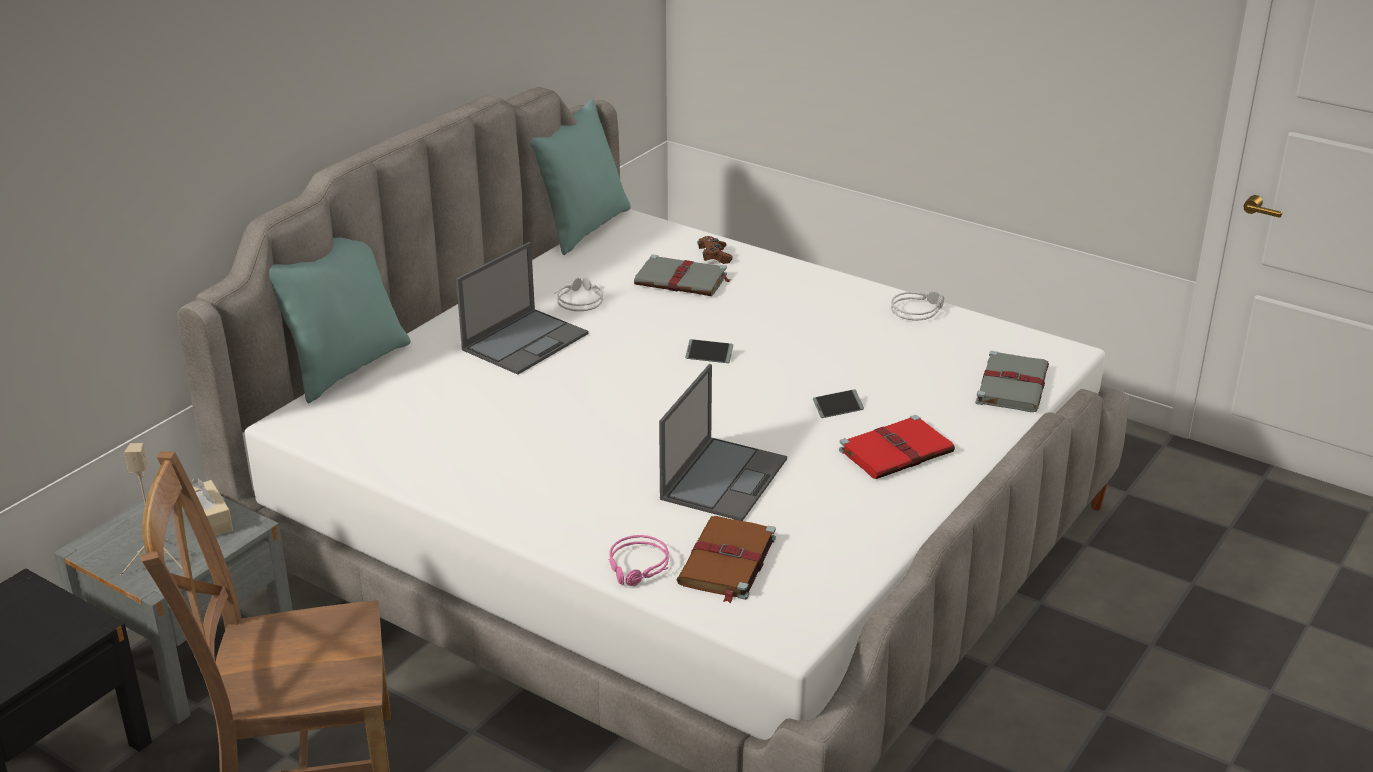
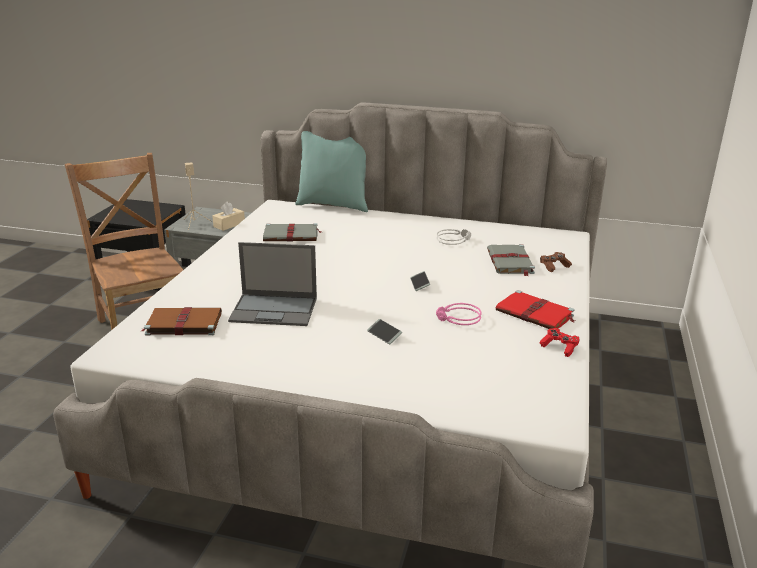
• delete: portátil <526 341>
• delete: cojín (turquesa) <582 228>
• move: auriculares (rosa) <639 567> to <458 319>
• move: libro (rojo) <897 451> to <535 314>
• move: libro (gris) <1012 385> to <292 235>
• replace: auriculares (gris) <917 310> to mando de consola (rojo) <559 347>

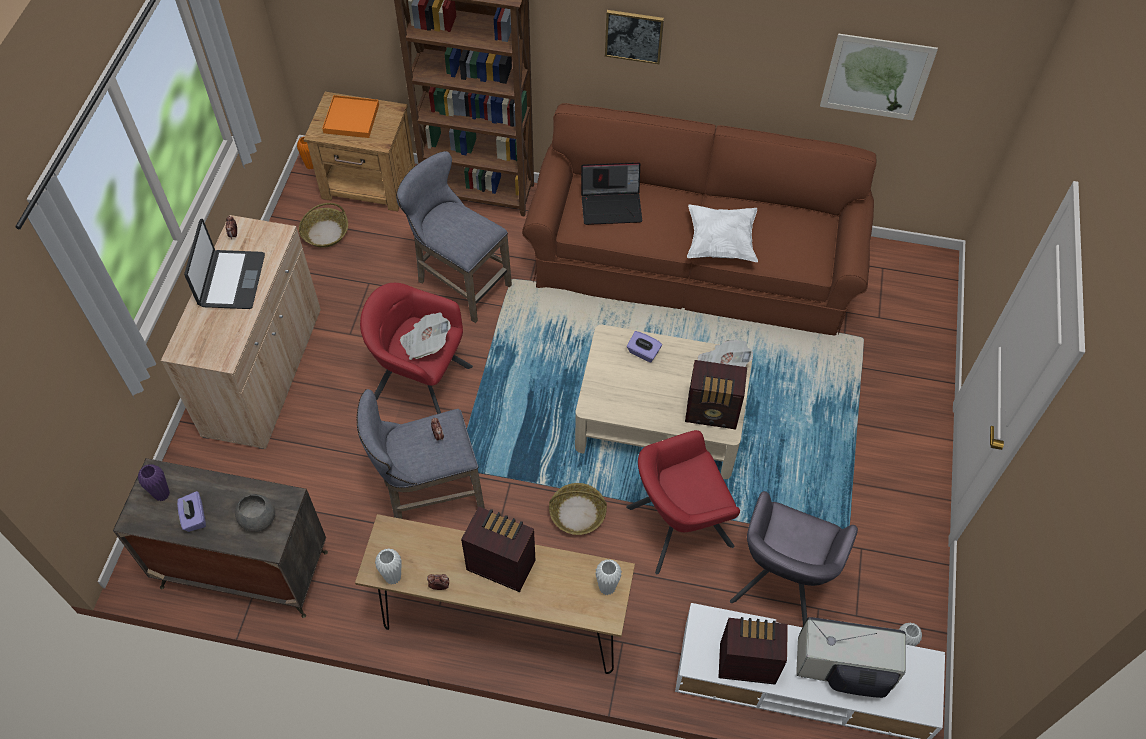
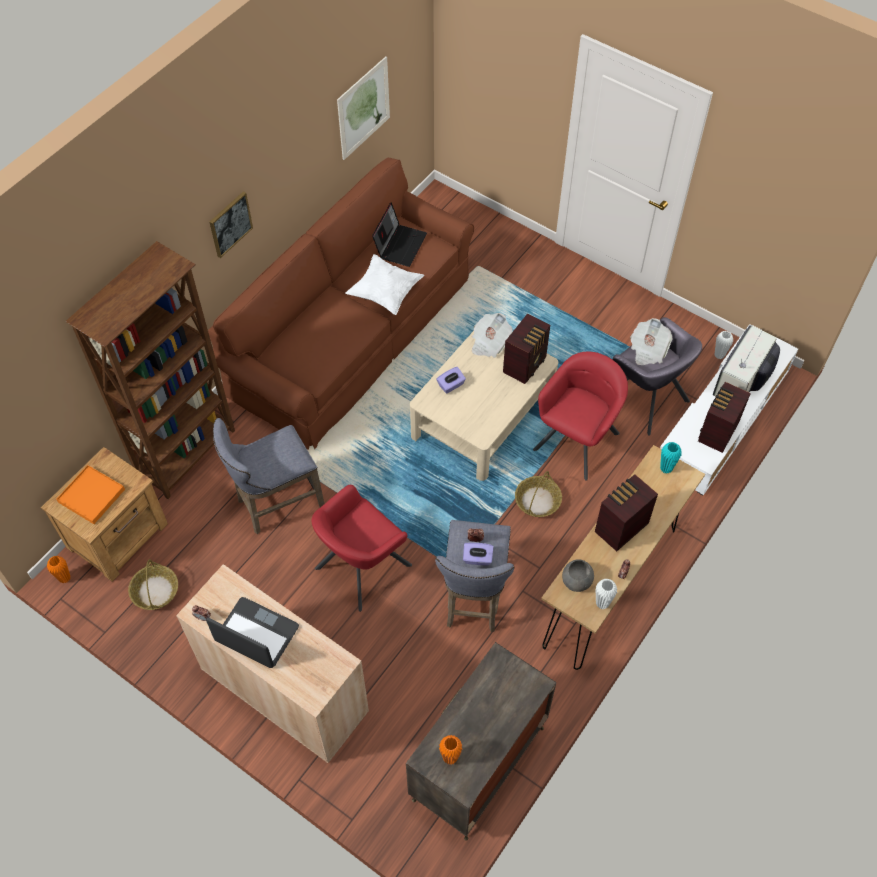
• move: caja de pañuelos (morado) <194 517> to <477 559>
• move: cuenco (gris) <257 518> to <576 581>
• move: periódico <425 344> to <648 350>
• move: portátil <612 205> to <400 244>
• recolor: florero (morado) <162 494> to florero (naranja) <450 758>
• recolor: florero (blanco) <607 588> to florero (turquesa) <666 468>
• rotate: sillón (rojo) <678 526> = <577 441> 150 degrees counterclockwise

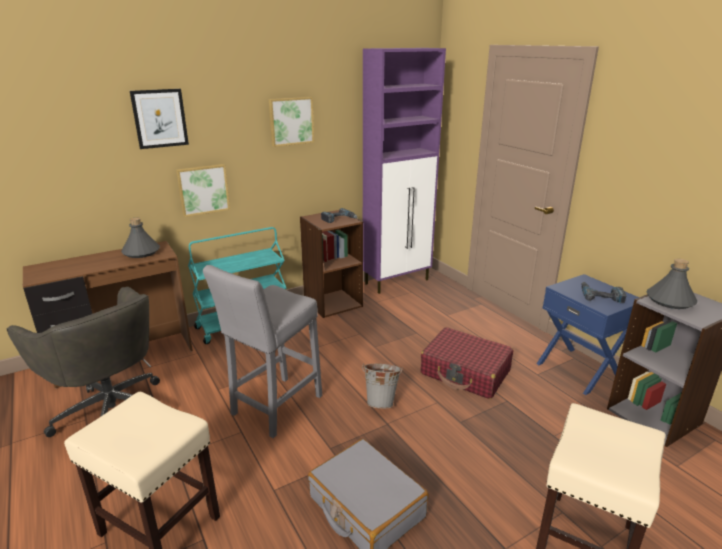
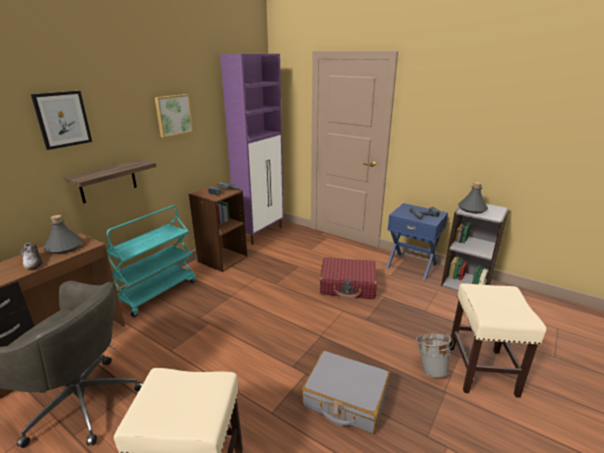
• delete: taburete (gris) <274 408>
• insert: zapato <33 262>
• move: cubo (gris) <381 402> to <430 368>
• replace: cuadro <203 189> to estante <108 181>

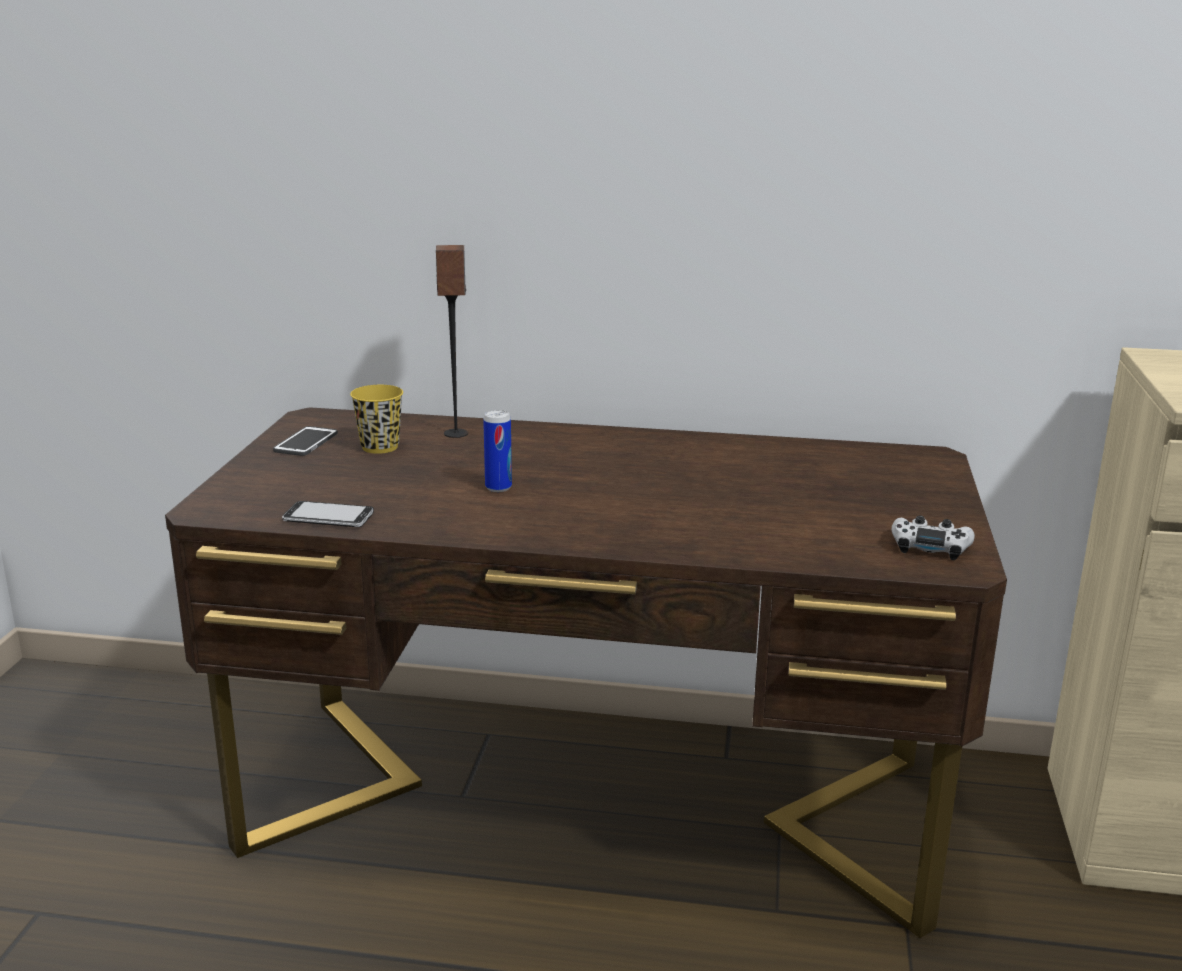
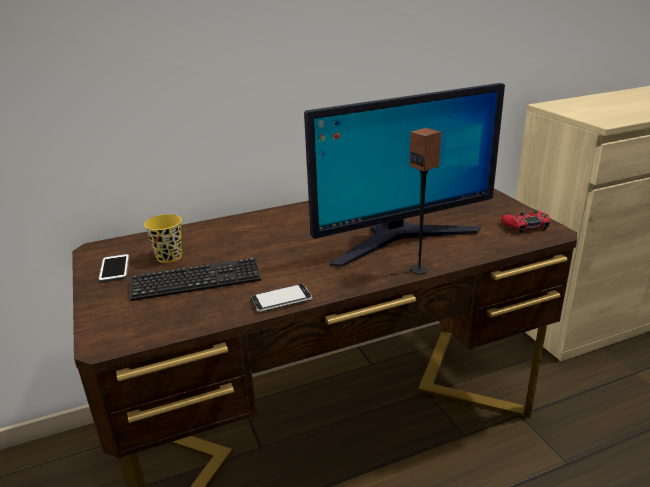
• delete: lata <498 487>
• insert: teclado <196 281>
• insert: monitor <400 239>
• move: móvil <328 518> to <281 300>
• move: altavoz <456 433> to <419 269>
• recolor: mando de consola (blanco) <930 546> to mando de consola (rojo) <525 226>

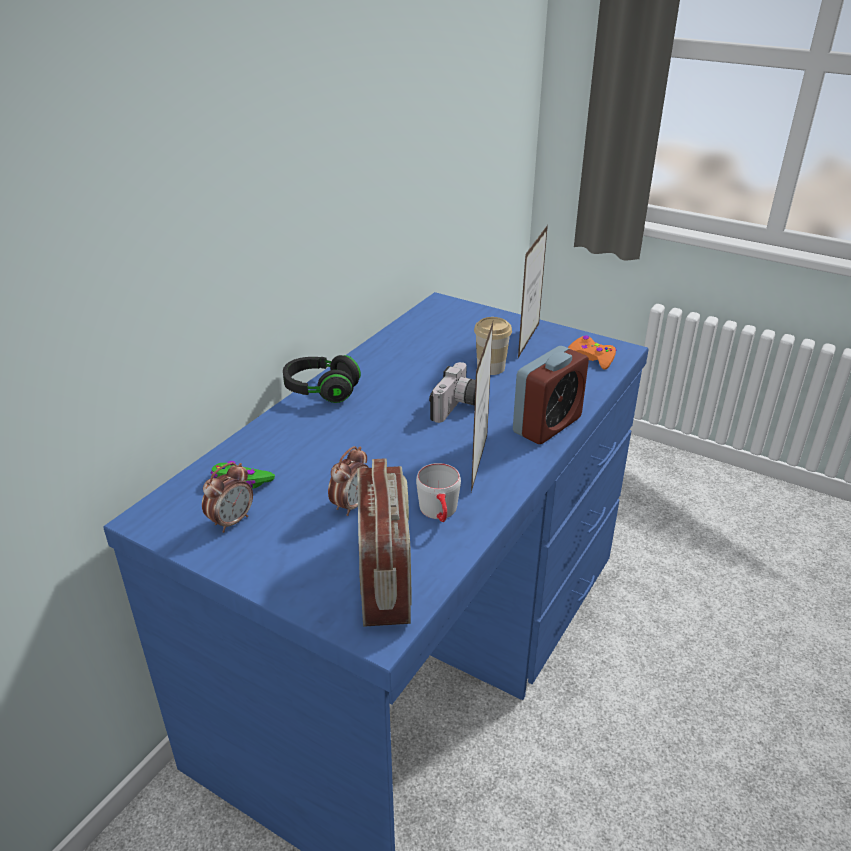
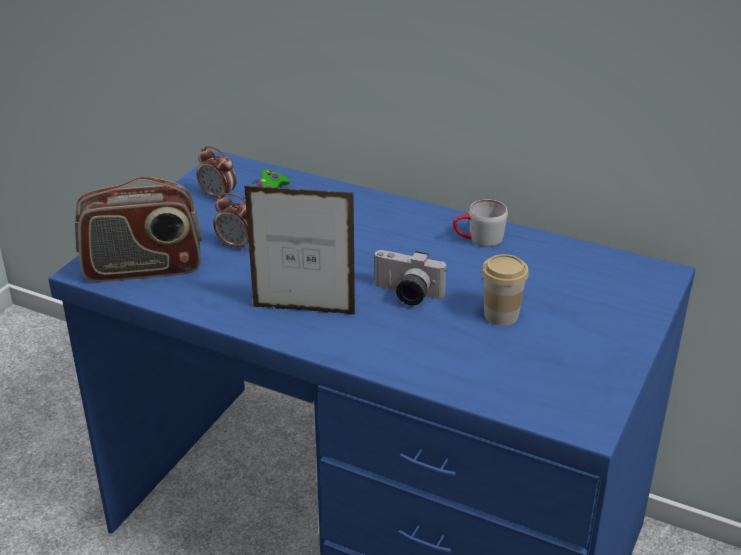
• delete: auriculares (negro) <321 391>
• delete: despertador <547 425>
• delete: portarretratos <528 340>
• delete: mando de consola (naranja) <591 358>
• move: taza grande (gris) <440 513> to <478 239>

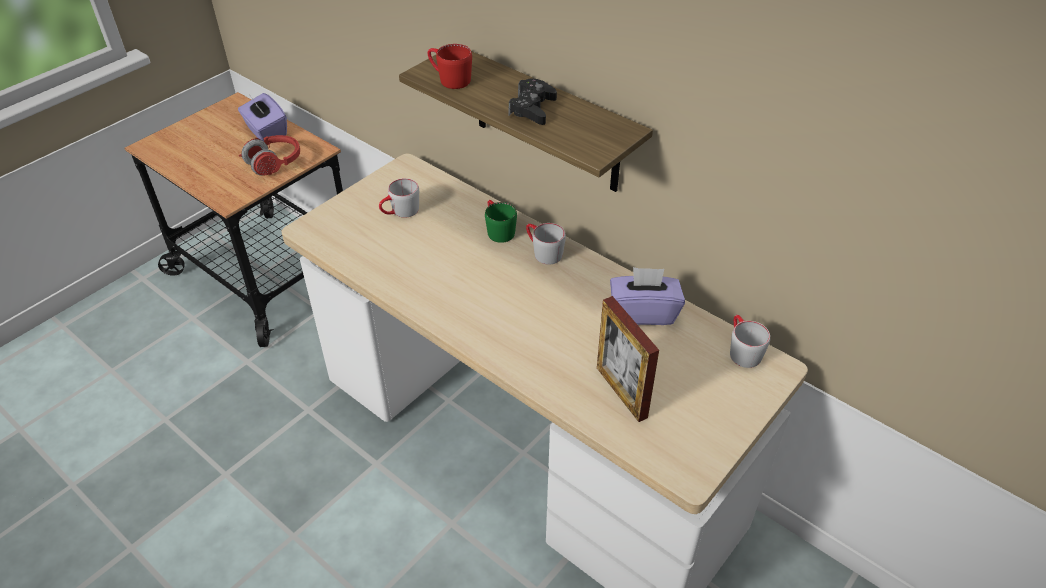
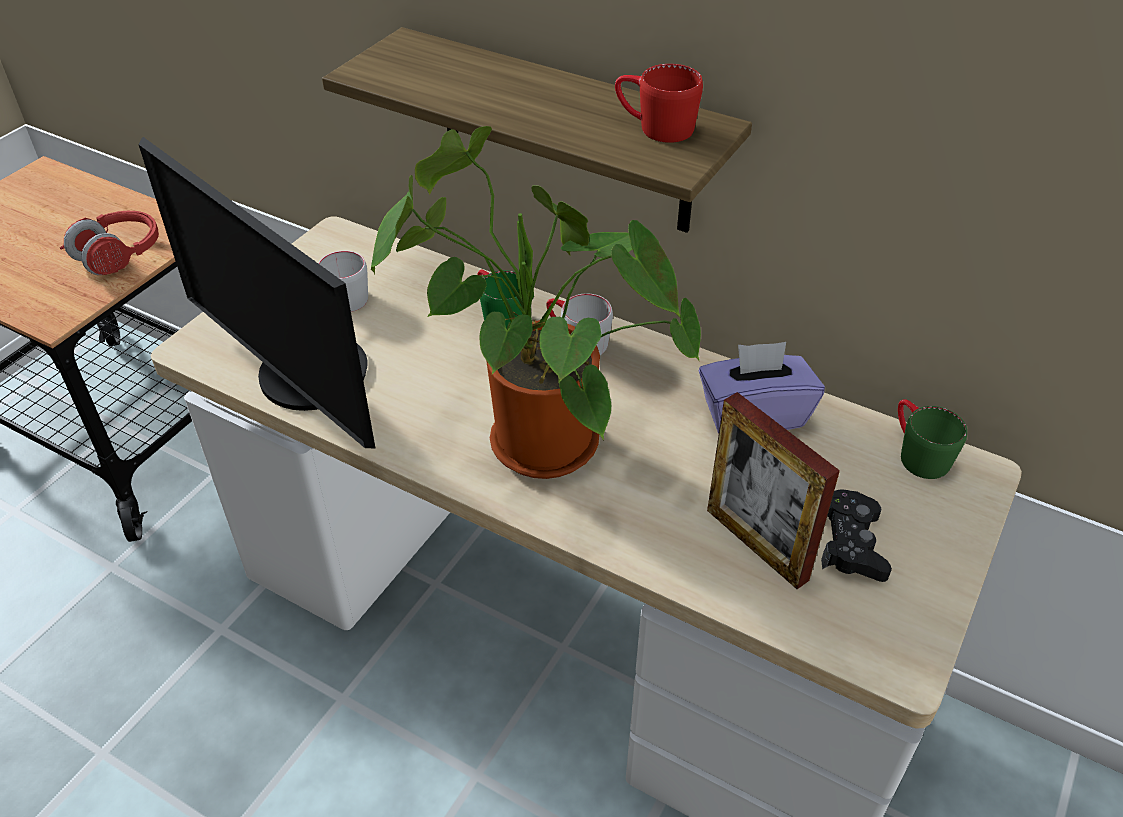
• delete: caja de pañuelos (morado) <266 132>
• insert: monitor <303 380>
• insert: planta en maceta <530 444>
• move: taza grande (rojo) <449 79> to <654 127>
• move: mando de consola (negro) <532 108> to <850 544>
• recolor: taza grande (gris) <741 350> to taza grande (verde) <916 453>

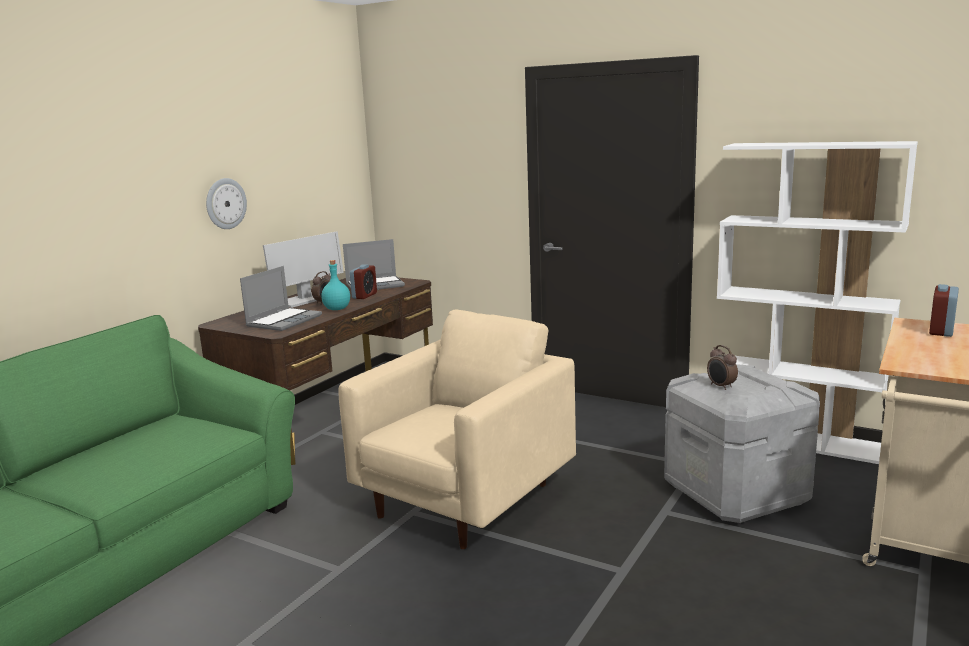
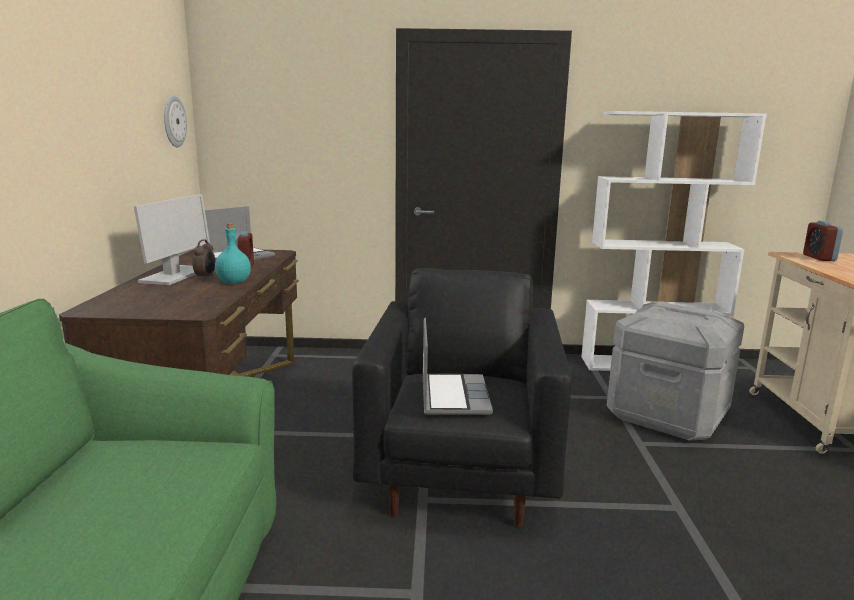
• delete: despertador <721 386>
• move: reloj de pared <225 203> to <173 121>
• move: portátil <284 321> to <453 396>
• recolor: sillón (beis) <465 500> to sillón (negro) <461 473>

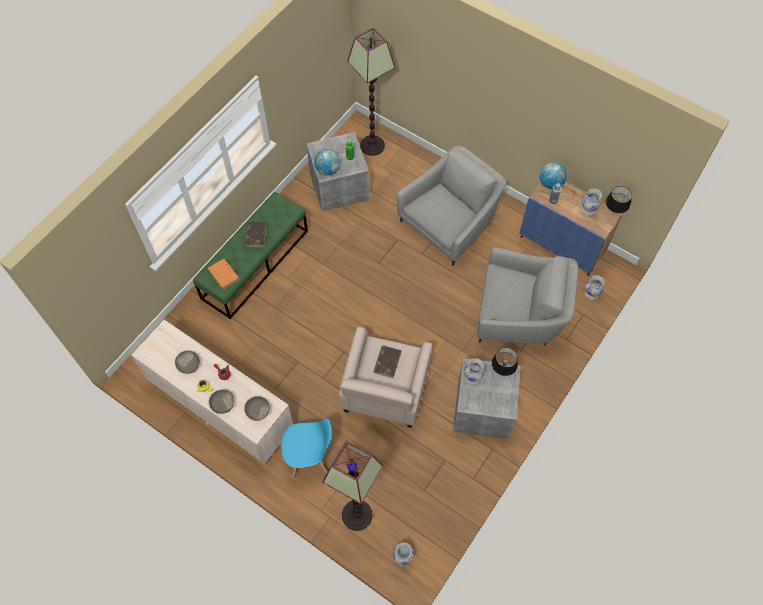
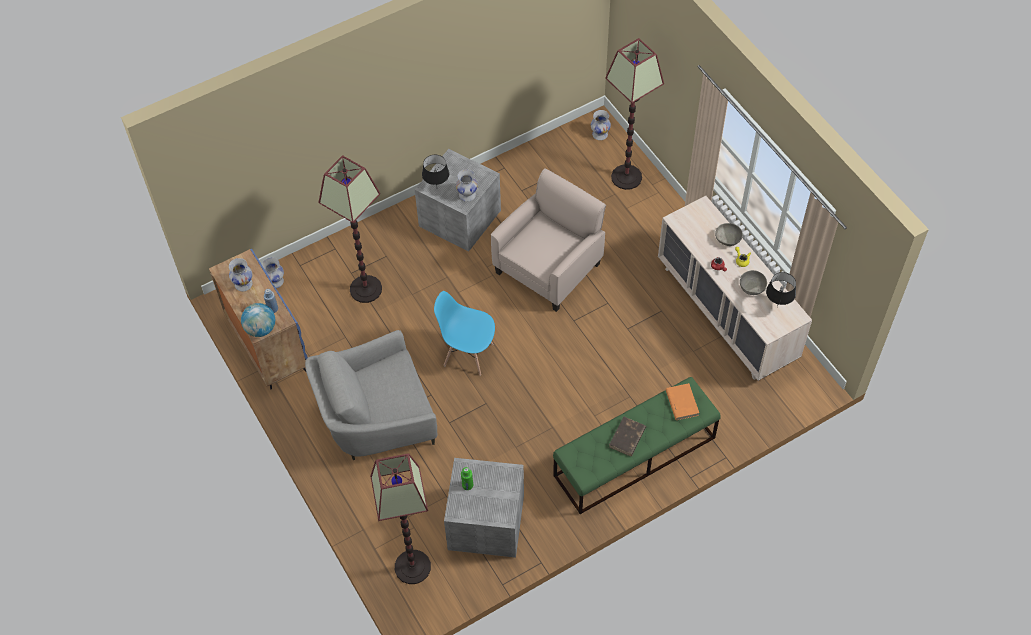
• delete: cuenco (gris) <258 411>
• delete: globo terráqueo <327 170>
• delete: libro (marrón) <387 362>
• move: silla (azul) <309 458> to <468 354>
• move: lámpara de mesa (negro) <612 215> to <777 307>
• replace: sillón (gris) <519 315> to lámpara de pie <365 289>

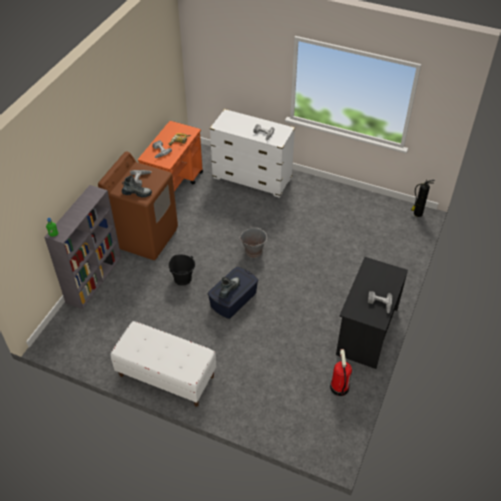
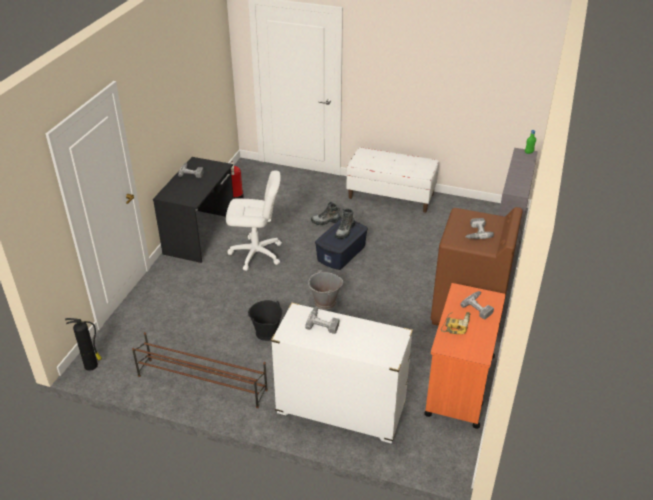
• insert: zapatero (marrón) <201 382>
• insert: silla de oficina (blanco) <256 254>
• move: bota <137 193> to <326 221>
• move: cubo (negro) <183 278> to <266 332>

